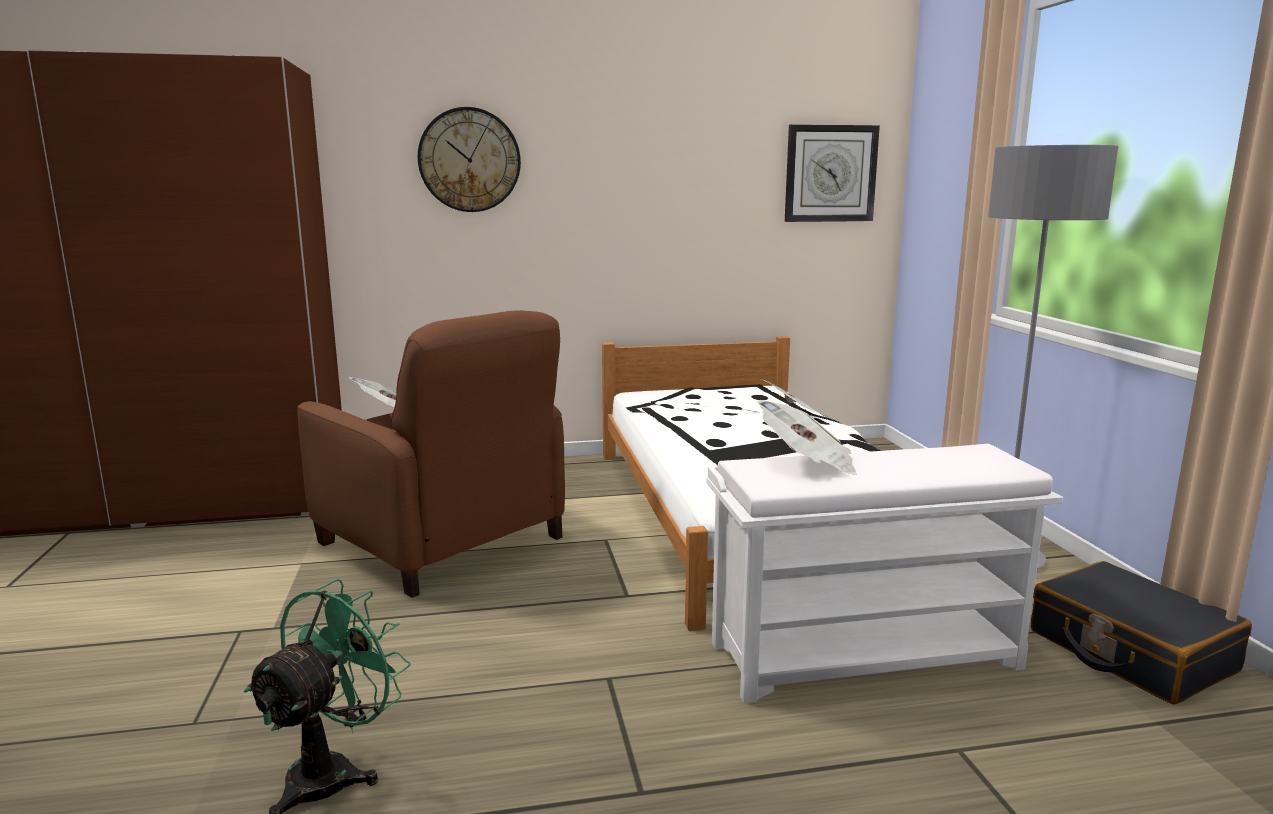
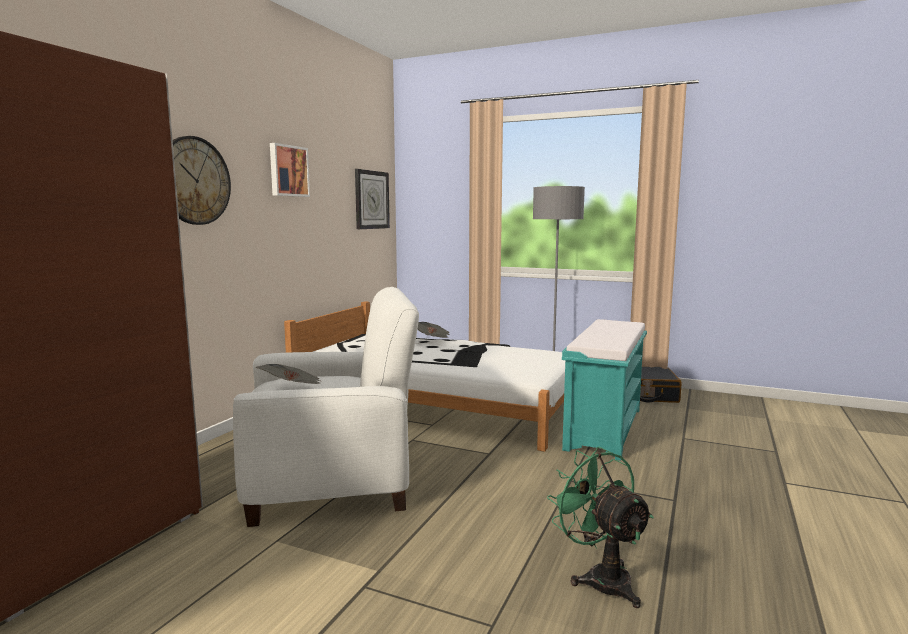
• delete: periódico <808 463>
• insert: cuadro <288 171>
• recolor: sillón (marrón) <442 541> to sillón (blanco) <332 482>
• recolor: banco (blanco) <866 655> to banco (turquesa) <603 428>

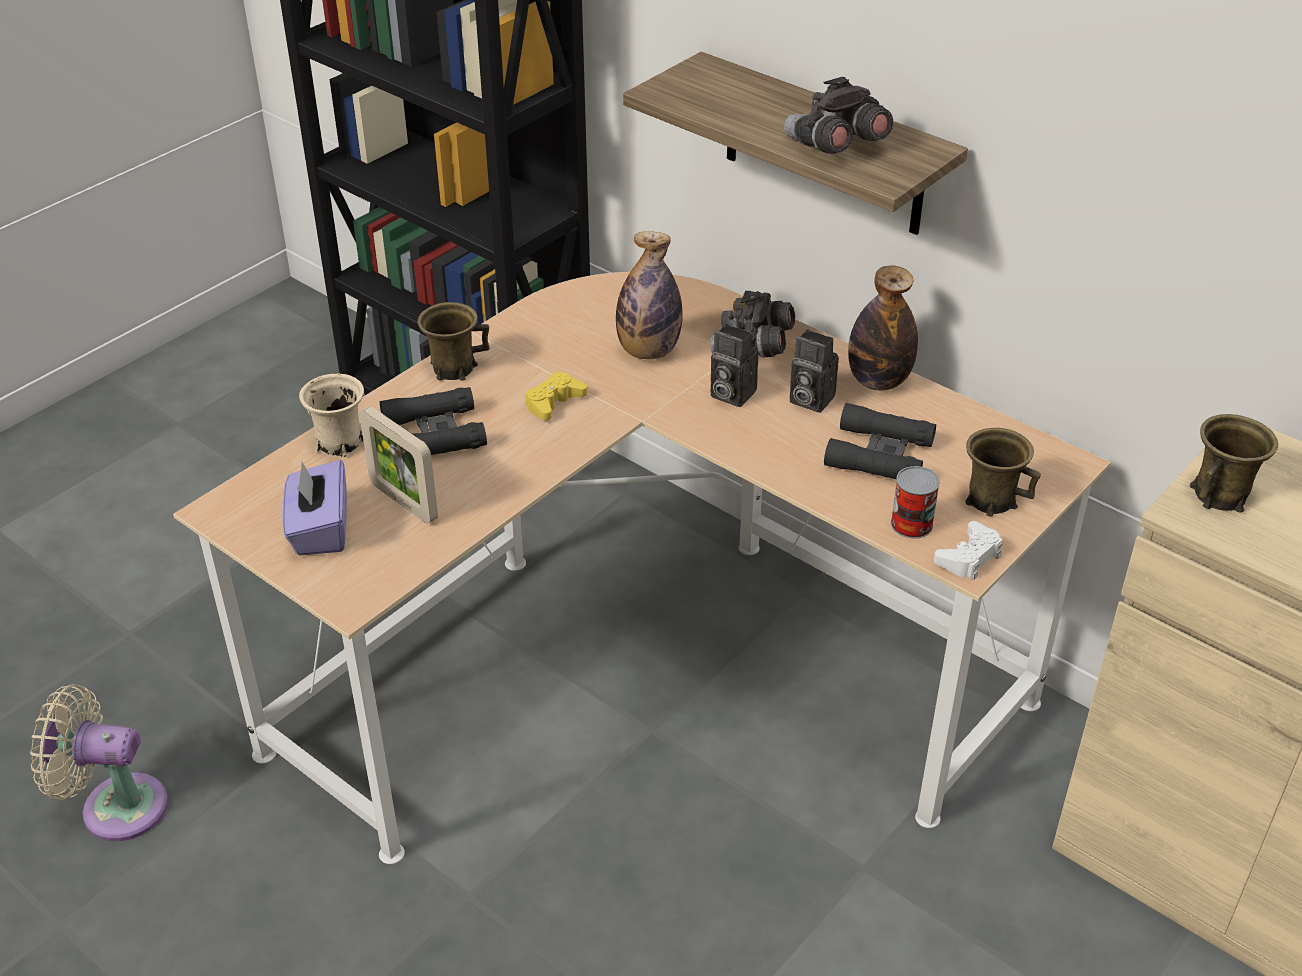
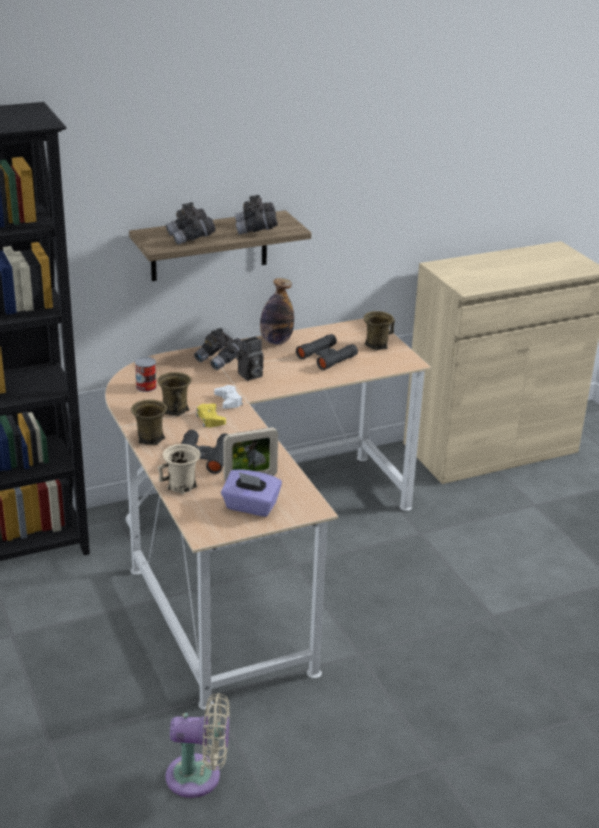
• delete: botella <648 351>
• delete: cámara <808 399>
• insert: prismáticos (gris) <191 238>
• move: lata <911 524> to <146 387>
• move: mando de consola (blanco) <969 557> to <228 401>
• move: taza grande (marrón) <1221 495> to <175 410>
• rotate: ventilador (beis) <116 806> = <199 777> 120 degrees counterclockwise

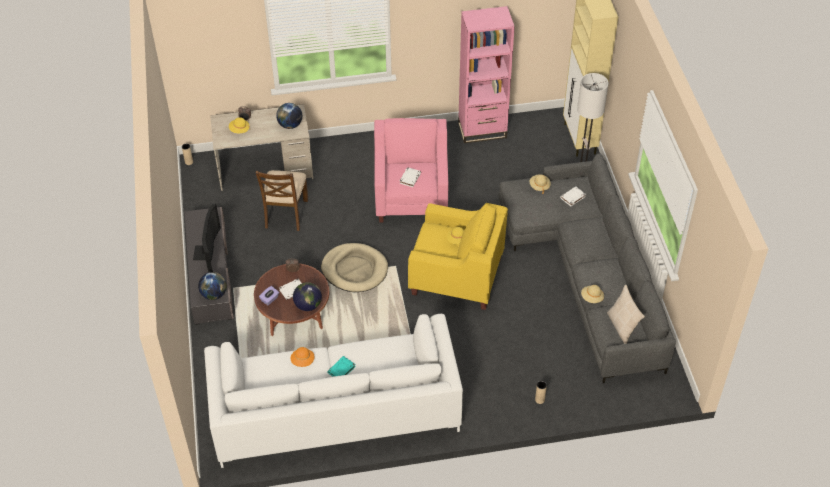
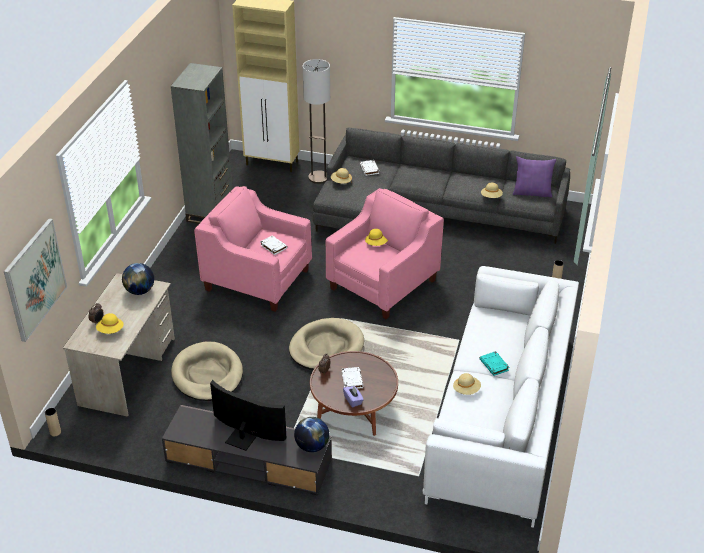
• delete: globo terráqueo <308 305>
• insert: cuadro <35 279>
• replace: silla (marrón) <285 213> to cama para perro (beis) <207 375>
• recolor: sombrero (naranja) <303 361> to sombrero (beis) <466 390>
• recolor: sillón (amarillo) <456 277> to sillón (rosa) <383 285>
• recolor: estantería (rosa) <482 130> to estantería (gris) <210 211>
• recolor: cojín (beis) <622 327> to cojín (morado) <532 192>

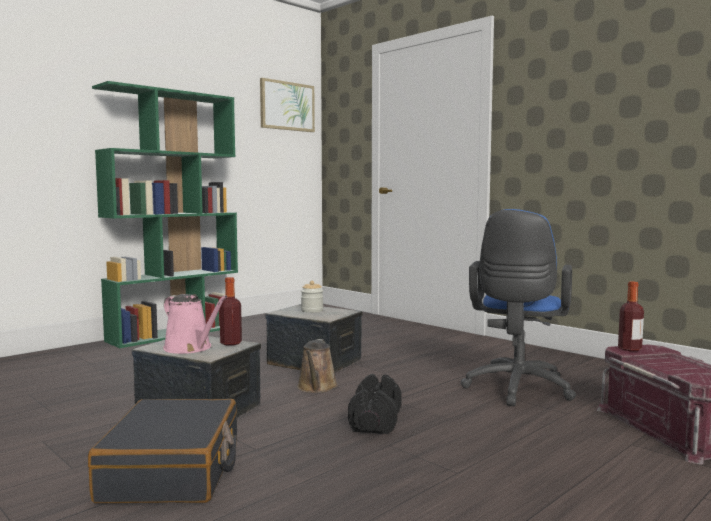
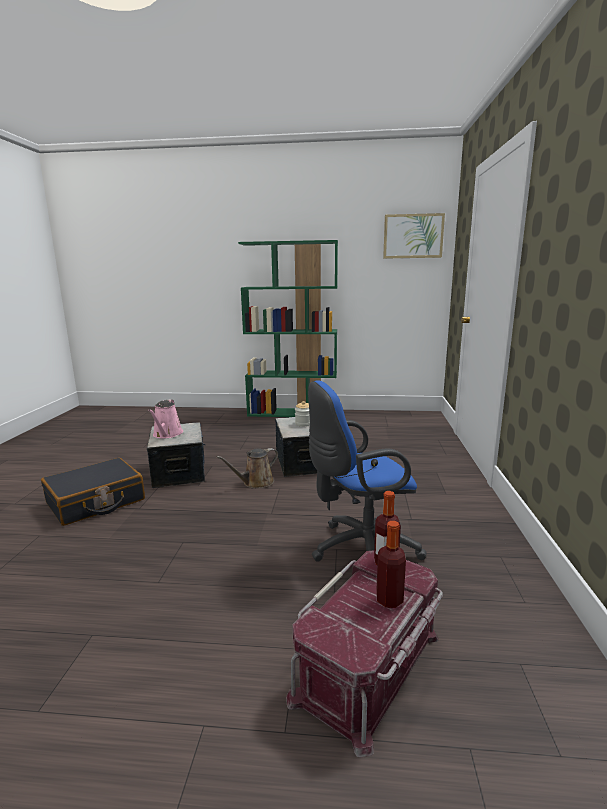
• delete: mancuerna (negro) <375 421>
• move: botella <231 343> to <389 600>

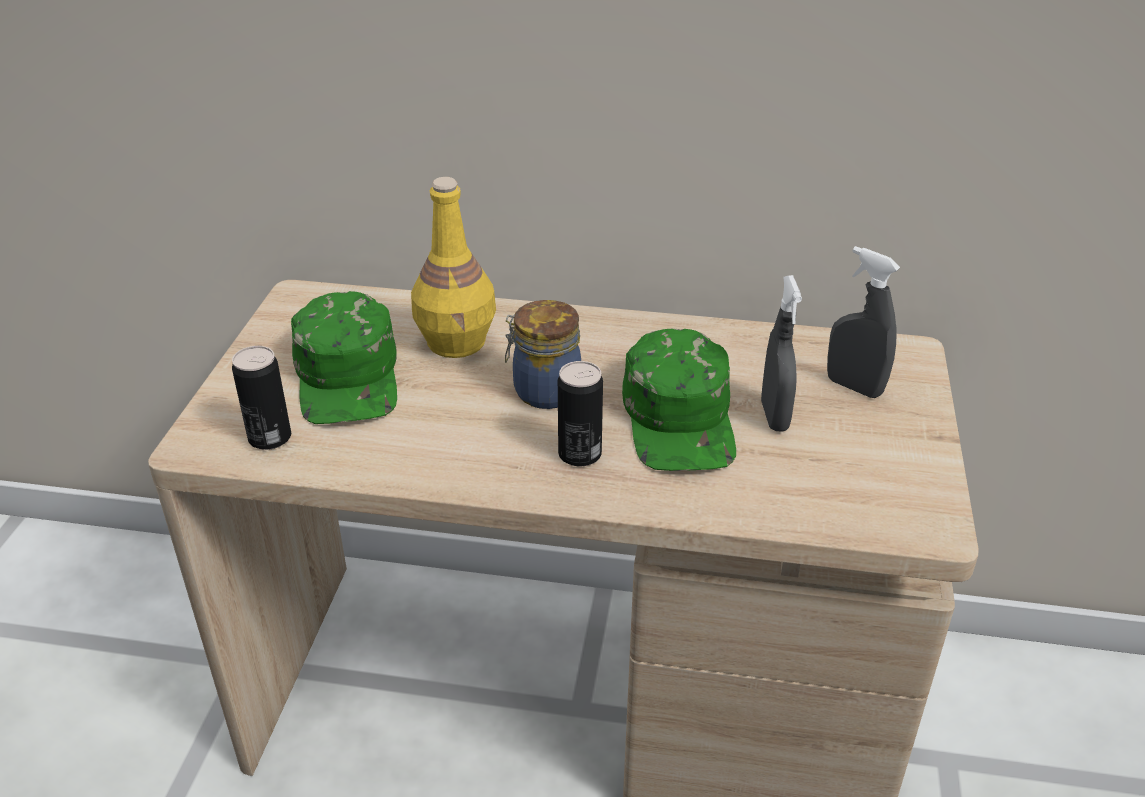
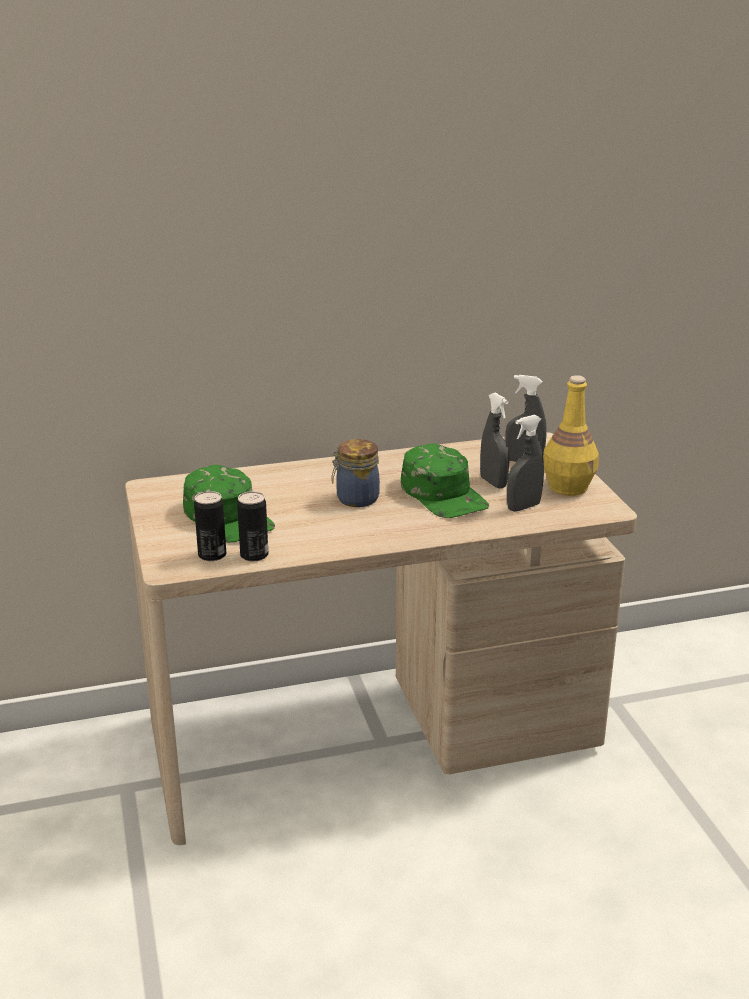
• insert: pulverizador (gris) <523 507>
• move: botella (amarillo) <457 342> to <568 487>
• move: lata <579 454> to <254 555>

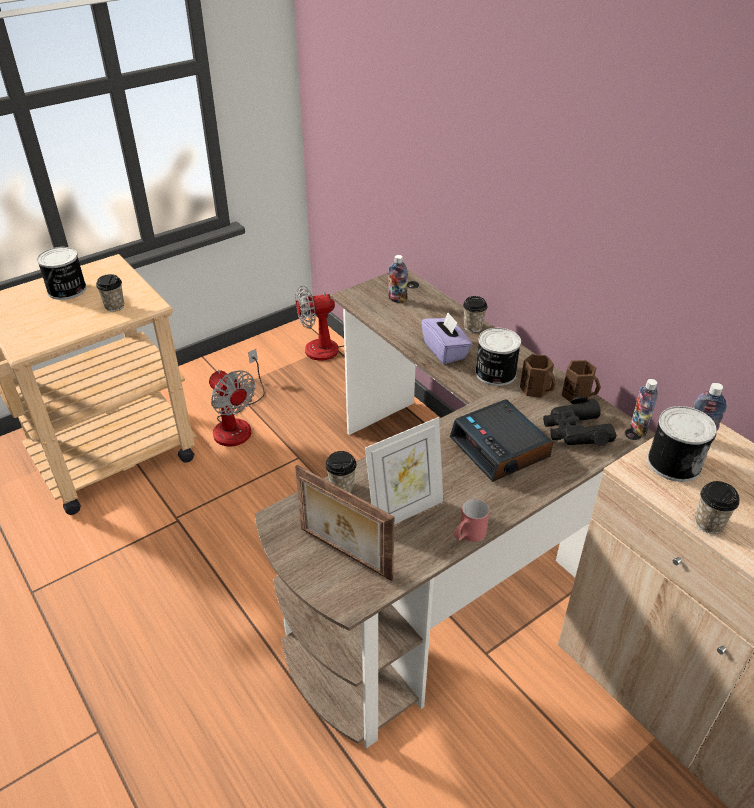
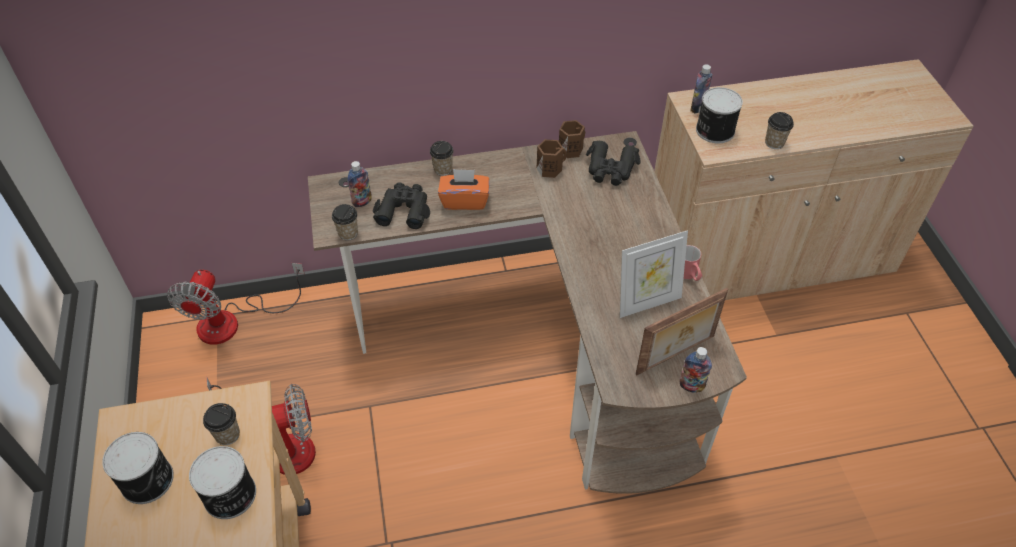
• delete: despertador <501 448>
• insert: prismáticos (negro) <404 210>
• move: taza <341 487> to <348 233>
• move: lata <494 373> to <230 496>
• move: botella <638 428> to <691 386>
• recolor: caja de pañuelos (morado) <445 351> to caja de pañuelos (naranja) <464 201>
• rotate: portarretratos <405 511> = <647 302> 75 degrees clockwise

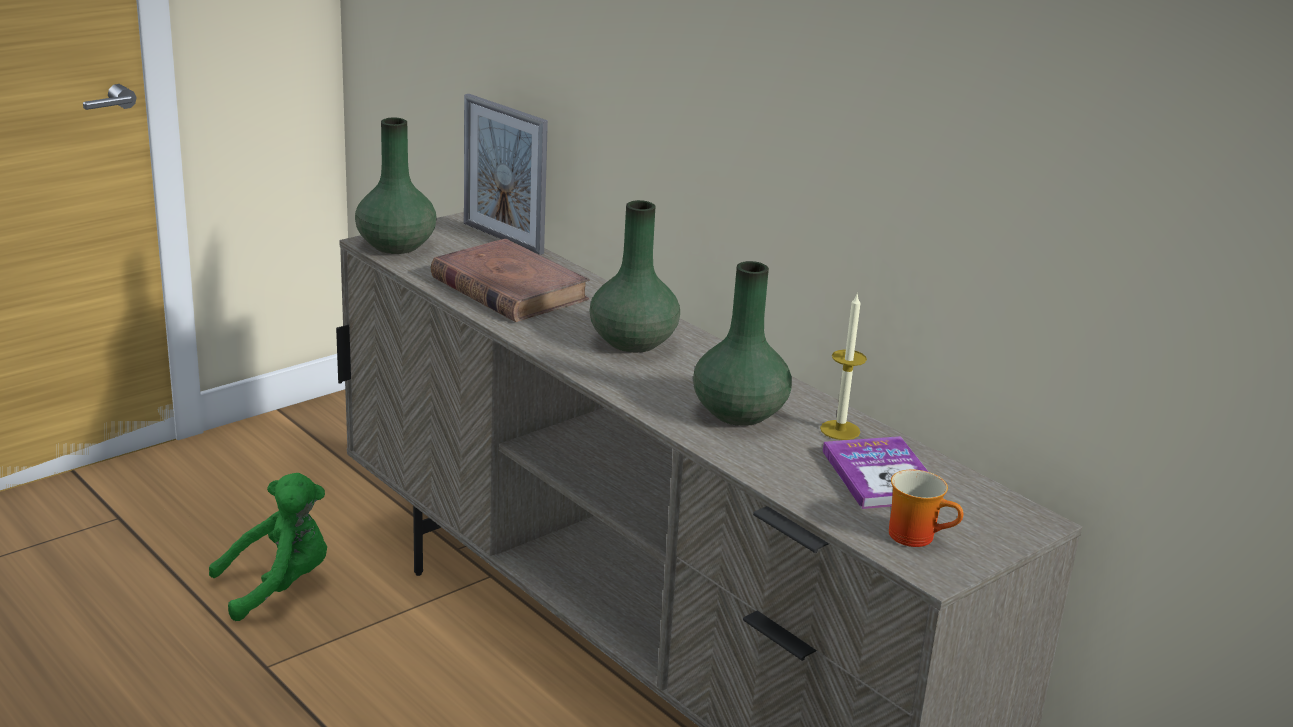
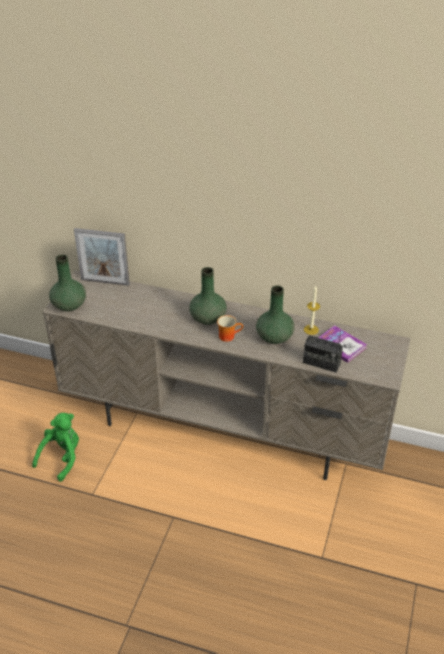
• delete: libro (marrón) <508 288>
• insert: radio <321 363>
• move: taza grande <917 535> to <228 335>

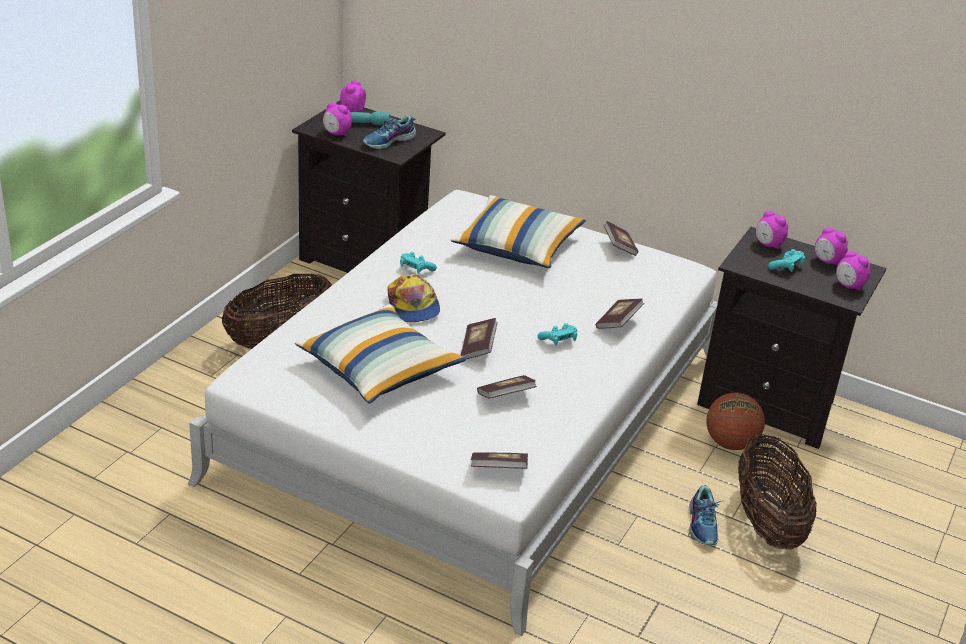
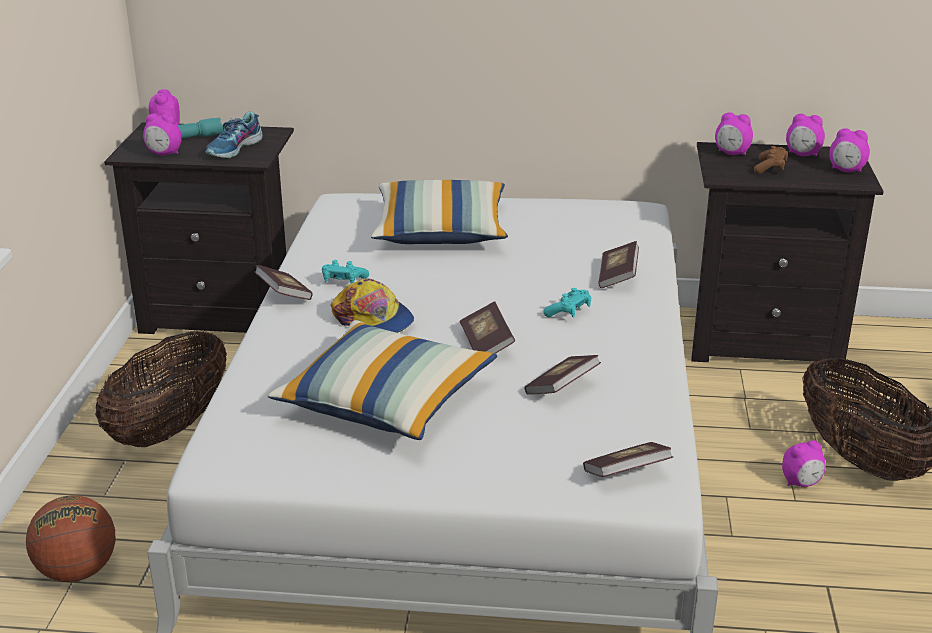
• move: libro <619 247> to <284 295>
• move: balón de baloncesto <730 443> to <77 571>
• replace: zapato <703 525> to despertador <801 483>
• recolor: mando de consola (turquesa) <786 267> to mando de consola (marrón) <770 168>

